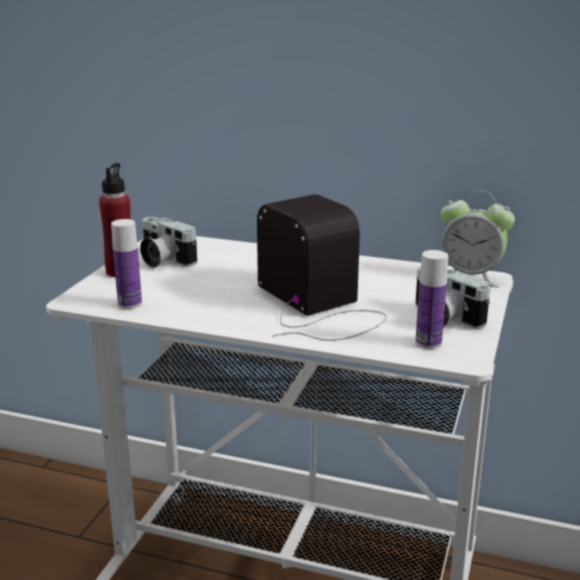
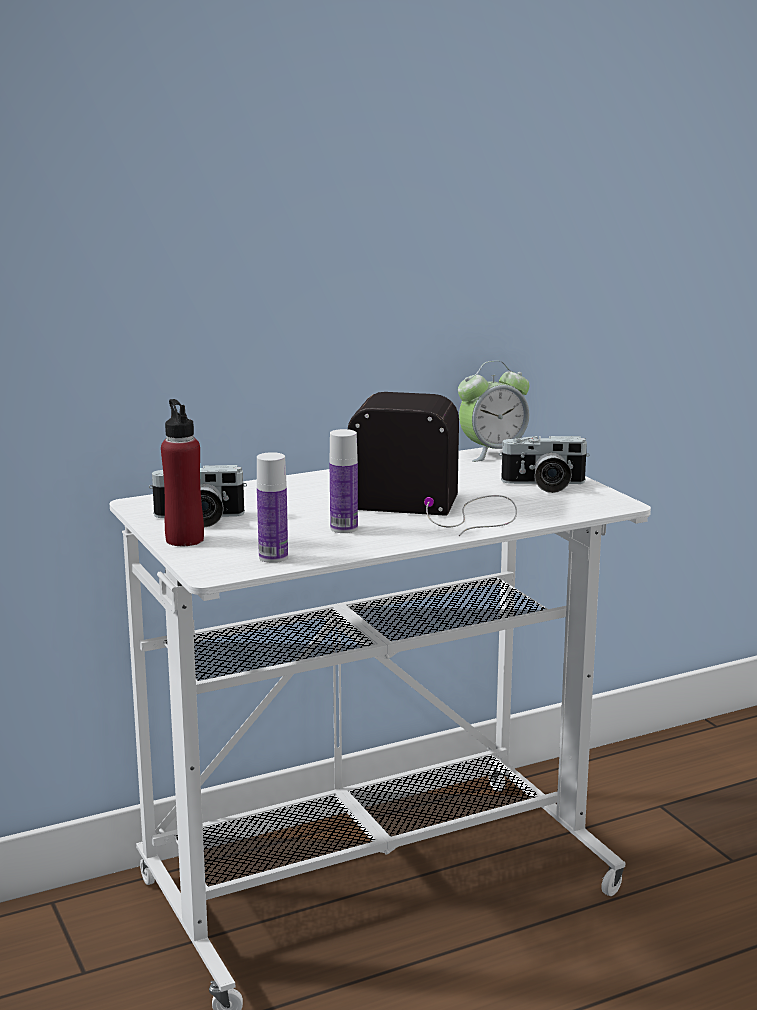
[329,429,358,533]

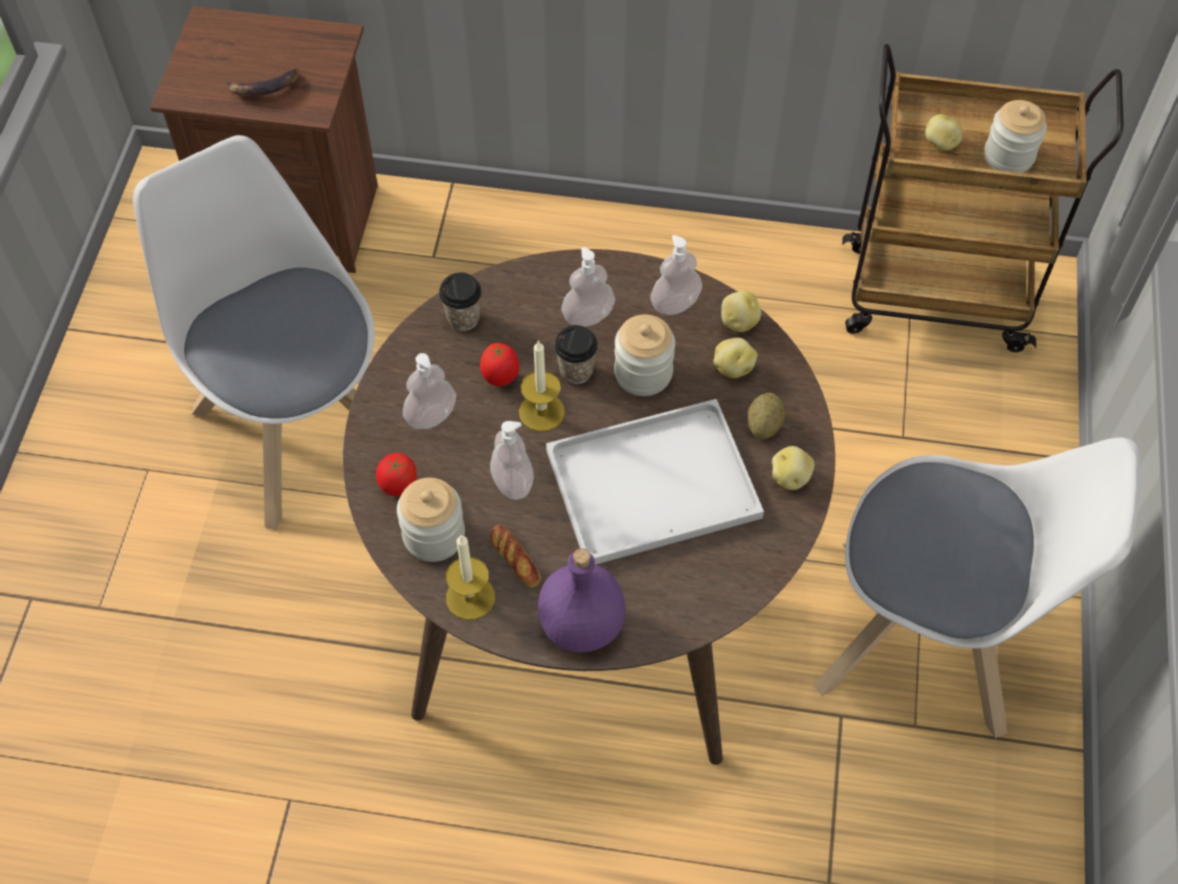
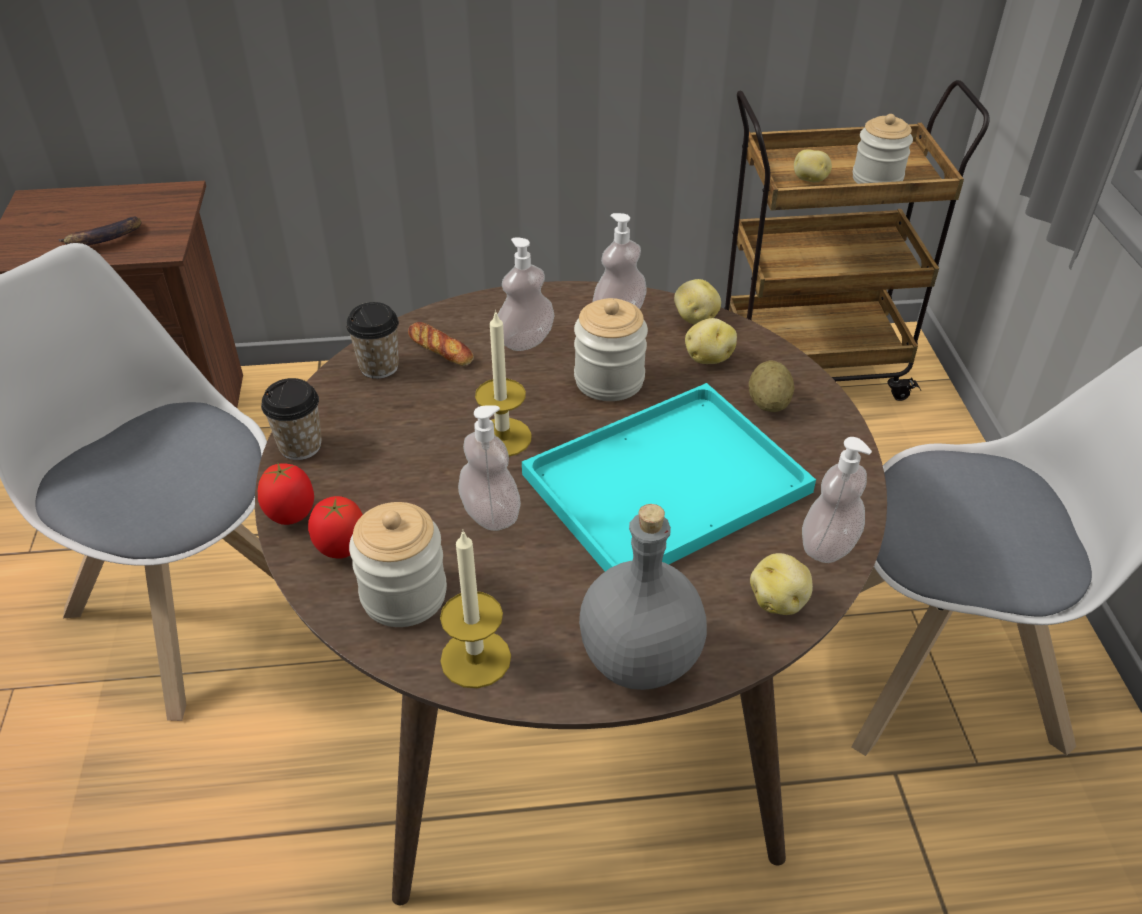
[802,437,872,563]
[258,463,314,525]
[408,322,474,366]
[579,504,707,690]
[522,383,816,571]
[261,378,322,460]
[750,553,813,615]

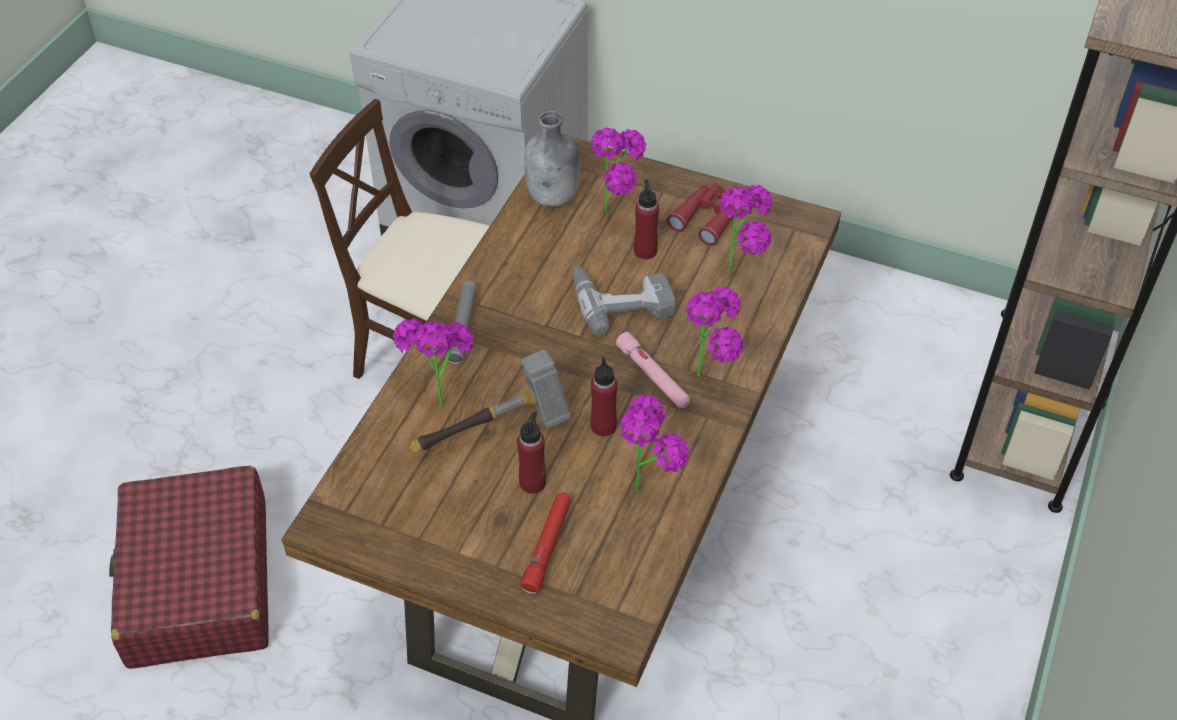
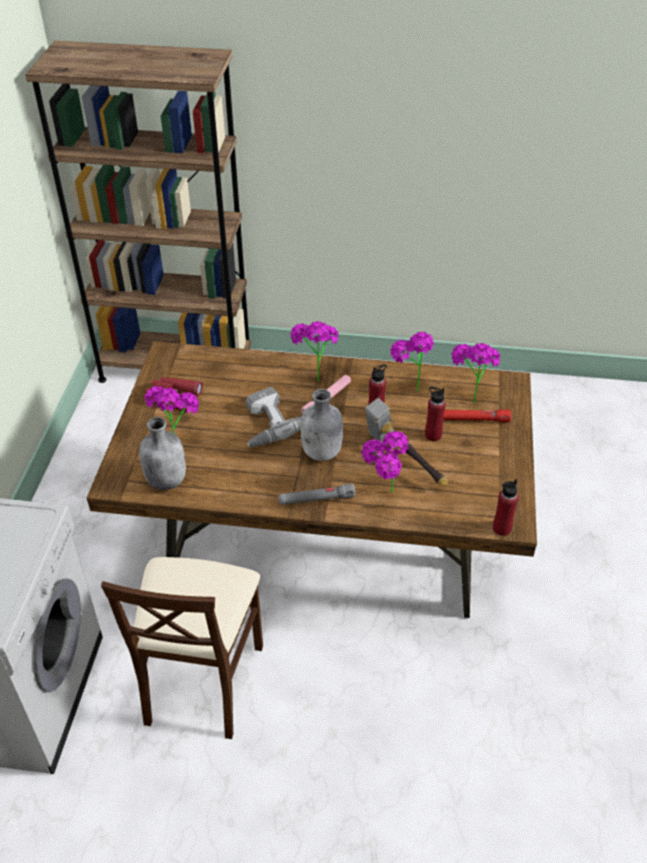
[109,466,269,669] (first image)
[493,479,518,536]
[451,343,501,404]
[301,389,343,461]

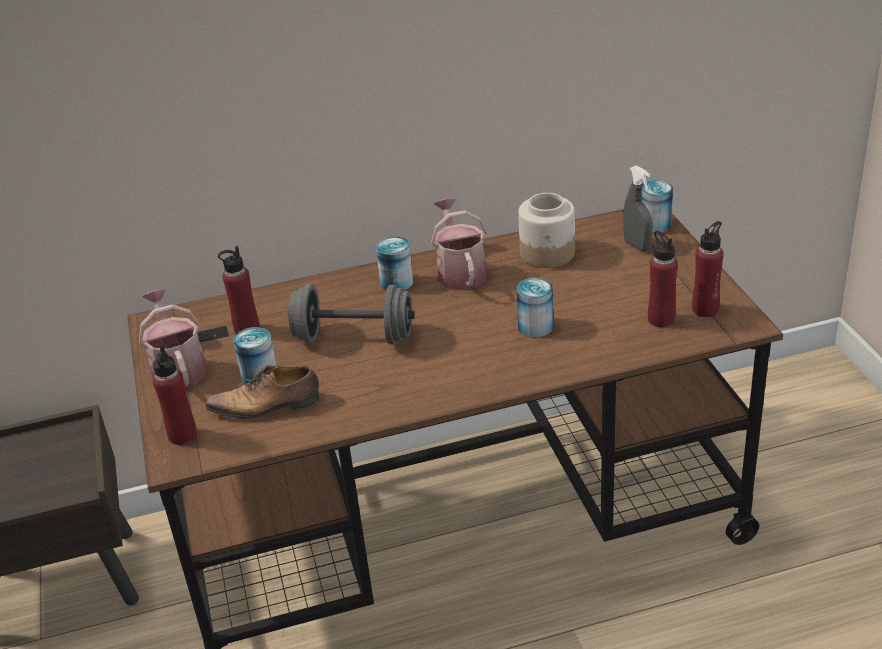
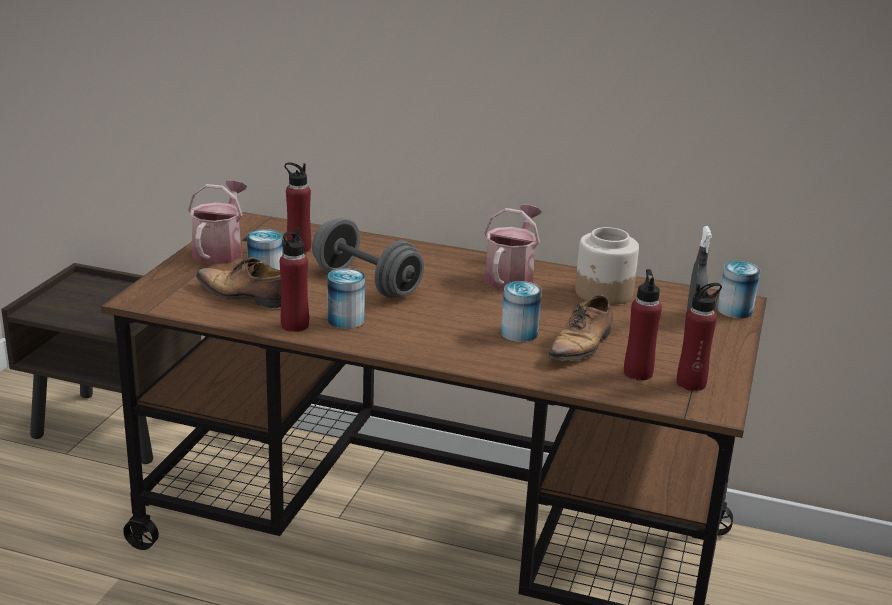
[280,228,309,332]
[327,268,365,329]
[548,295,613,361]

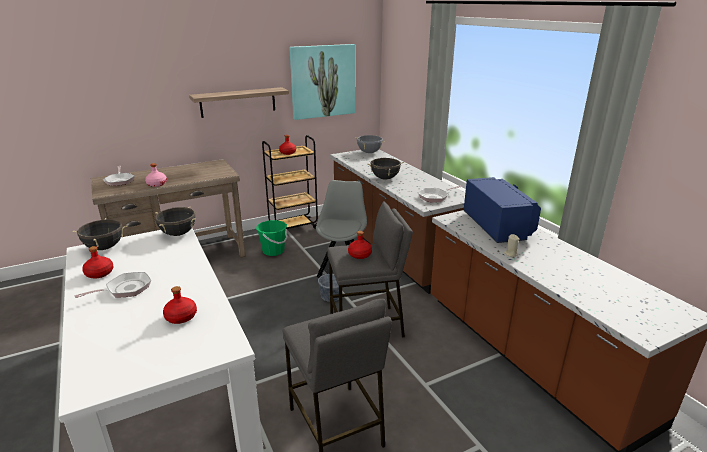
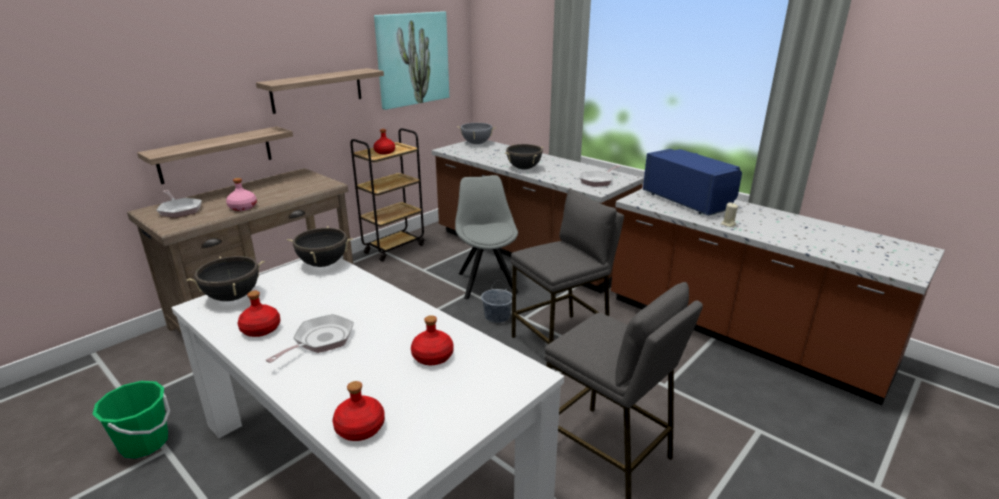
[93,381,170,458]
[333,381,385,441]
[137,126,293,184]

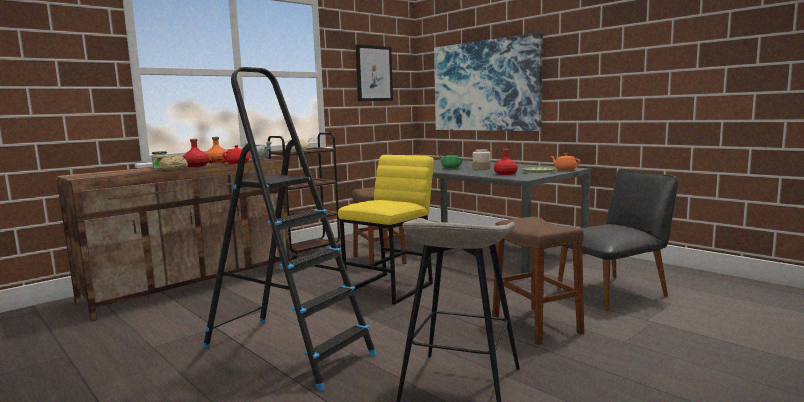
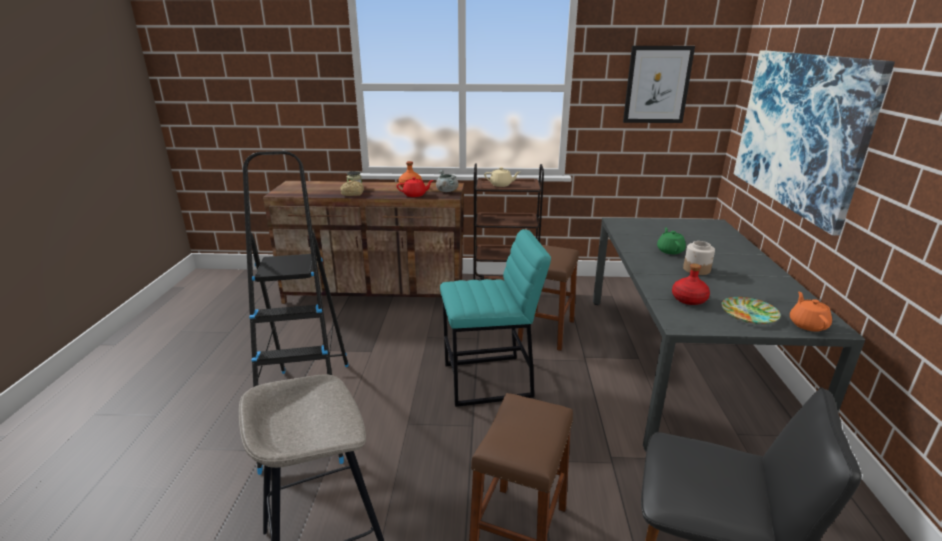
[182,139,209,167] (first image)
[440,229,551,407]

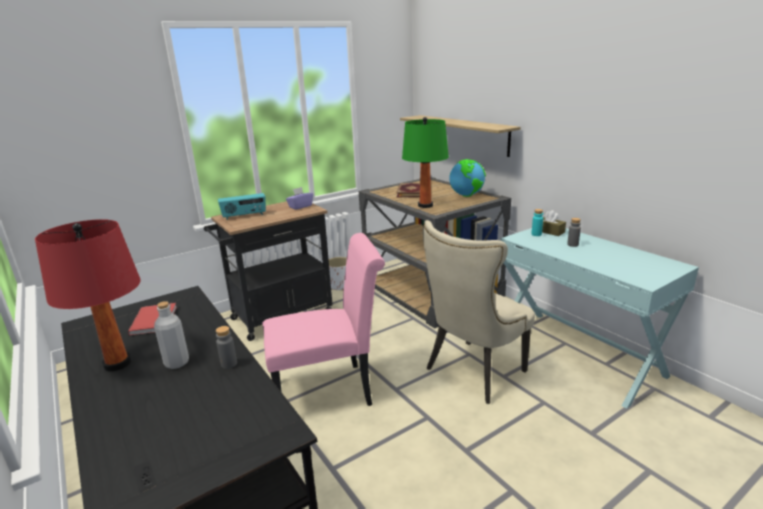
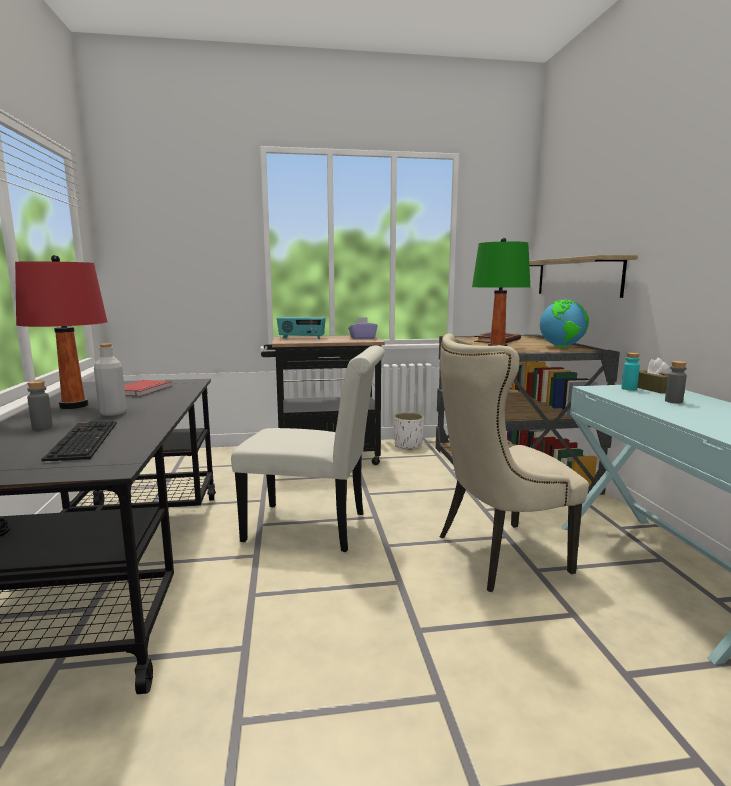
[27,381,53,429]
[231,346,385,552]
[41,420,117,463]

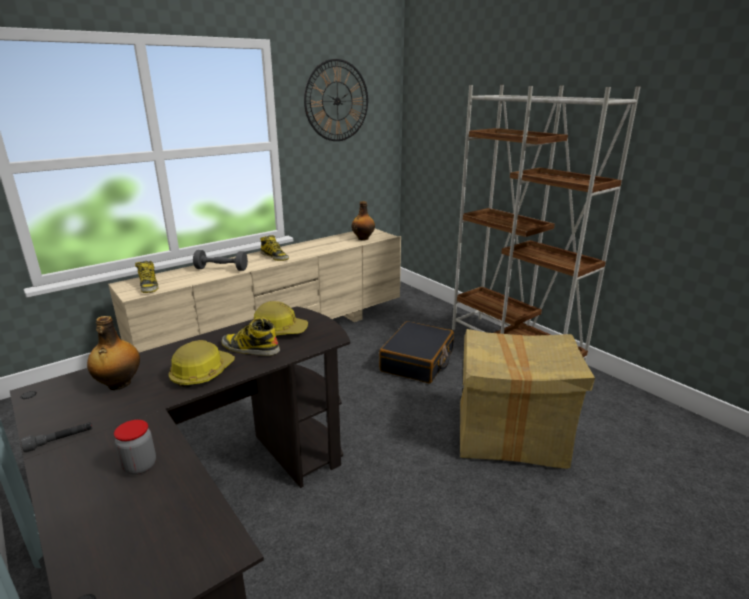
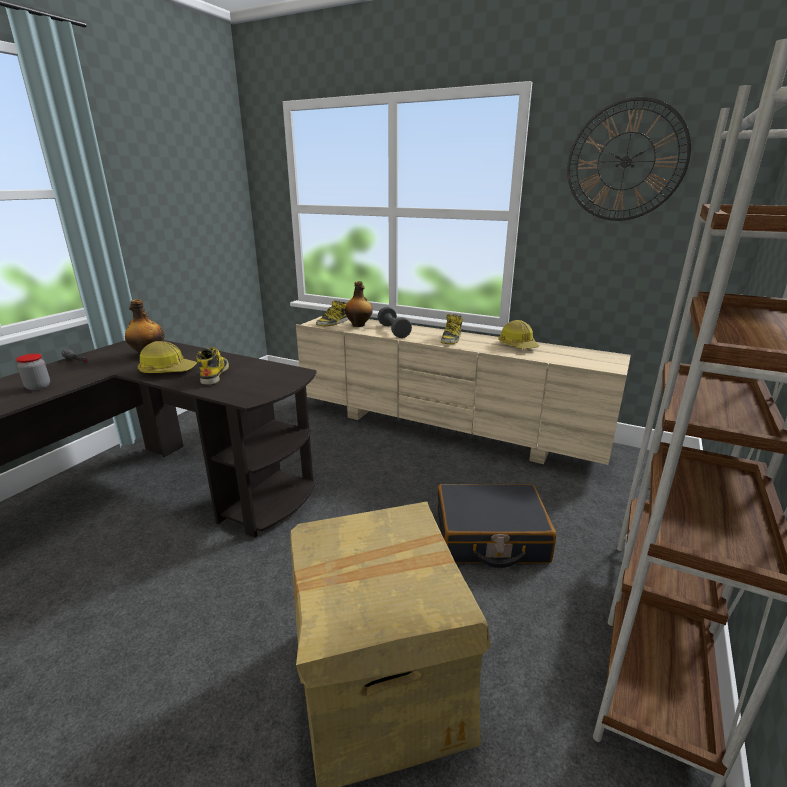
[498,320,539,349]
[345,281,373,327]

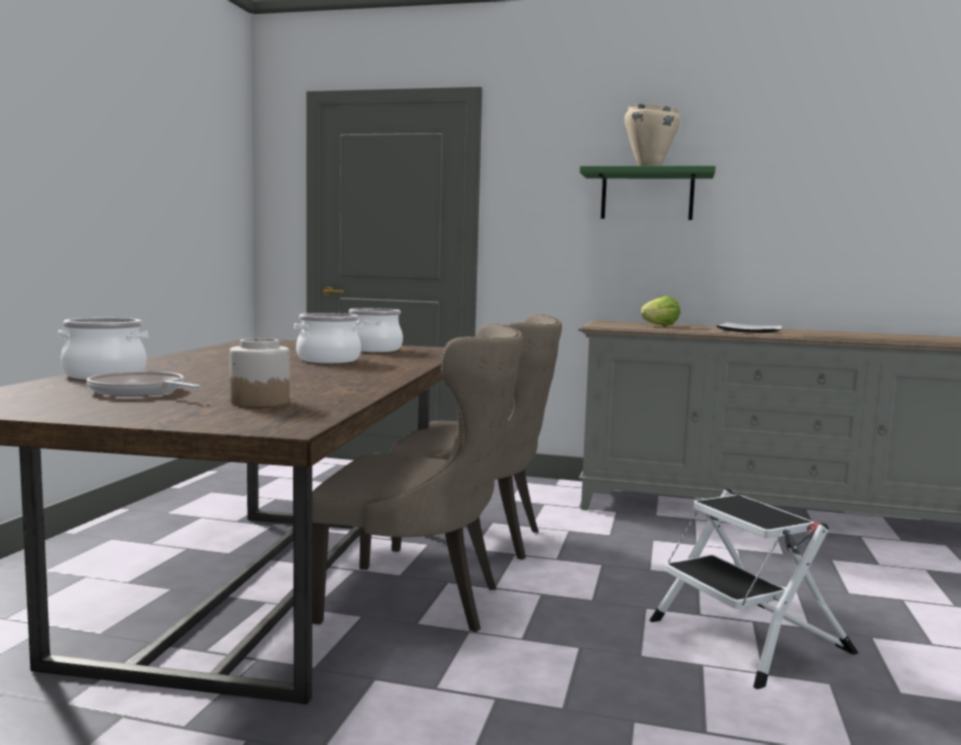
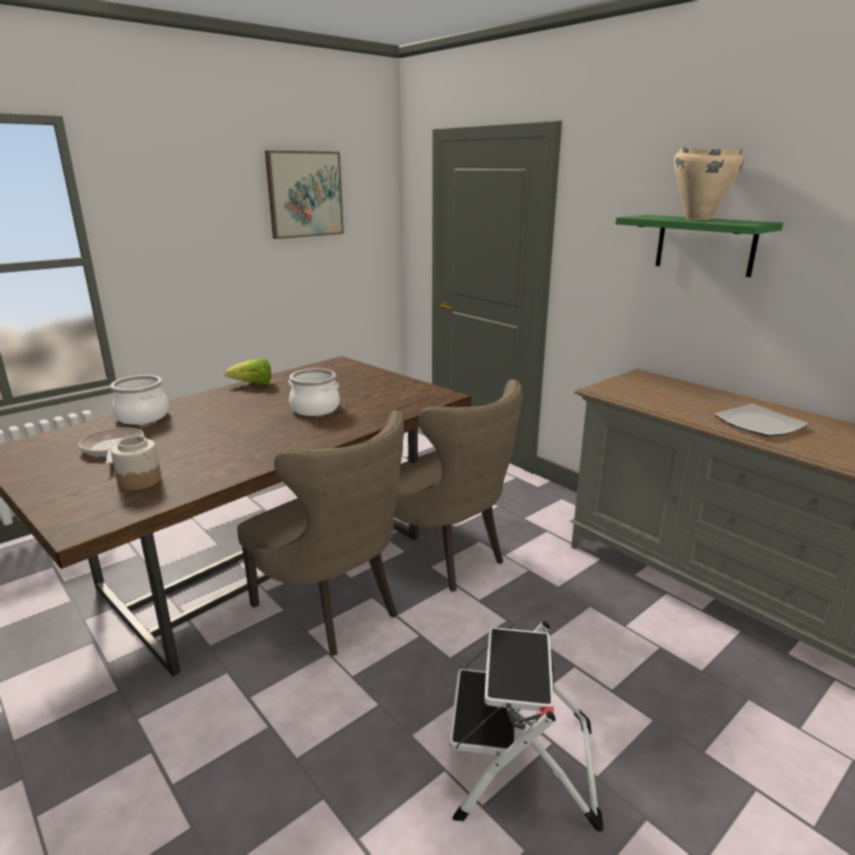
[349,308,403,352] (first image)
[224,358,271,385]
[265,150,344,239]

